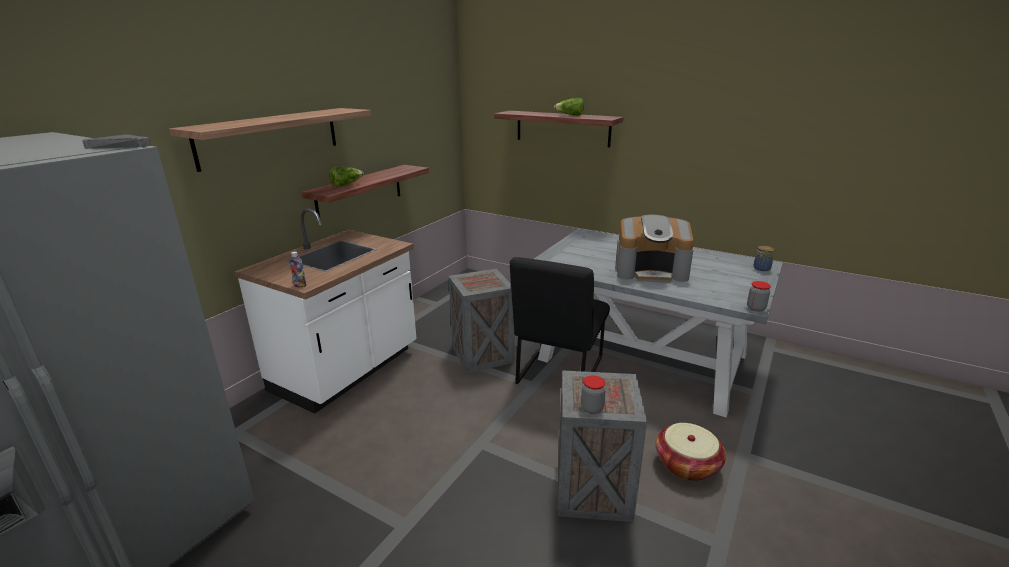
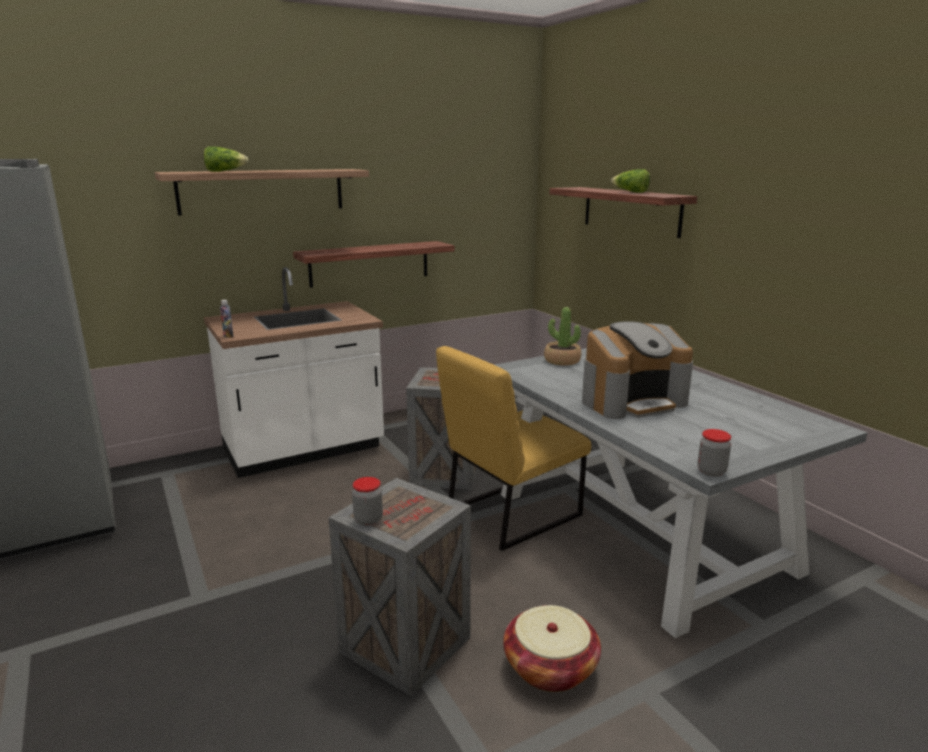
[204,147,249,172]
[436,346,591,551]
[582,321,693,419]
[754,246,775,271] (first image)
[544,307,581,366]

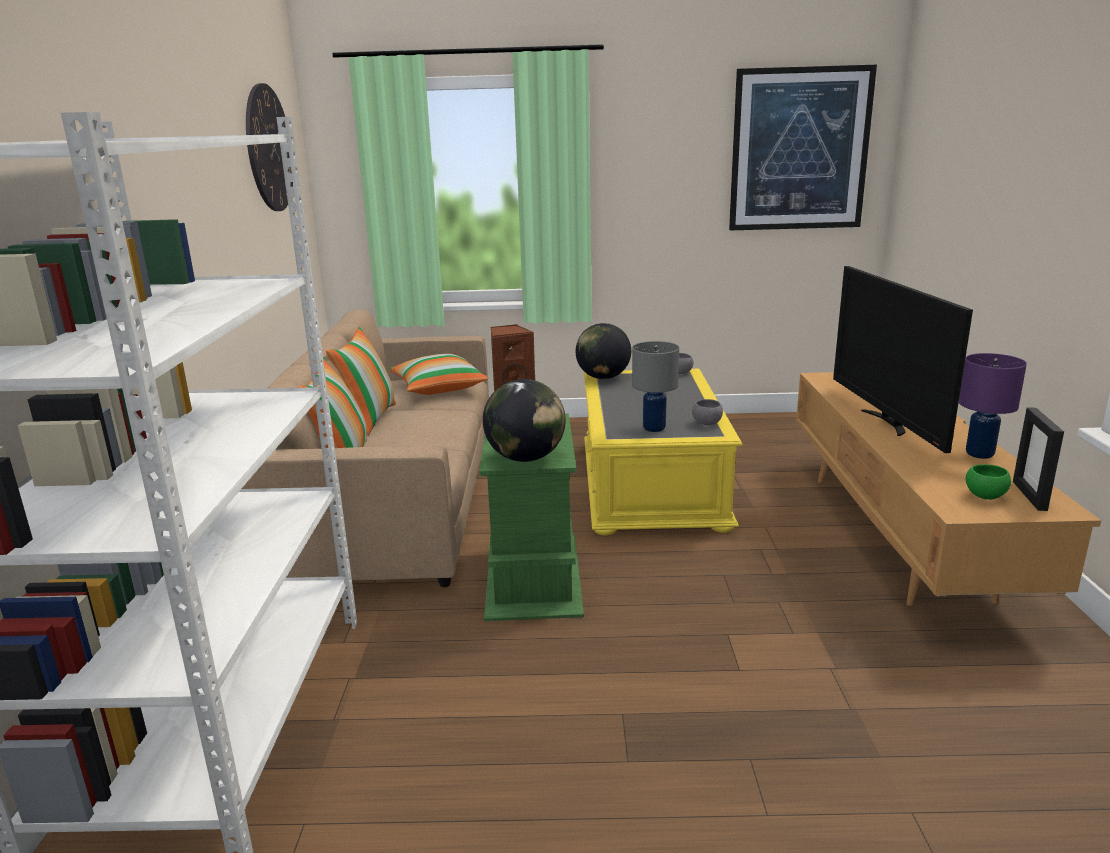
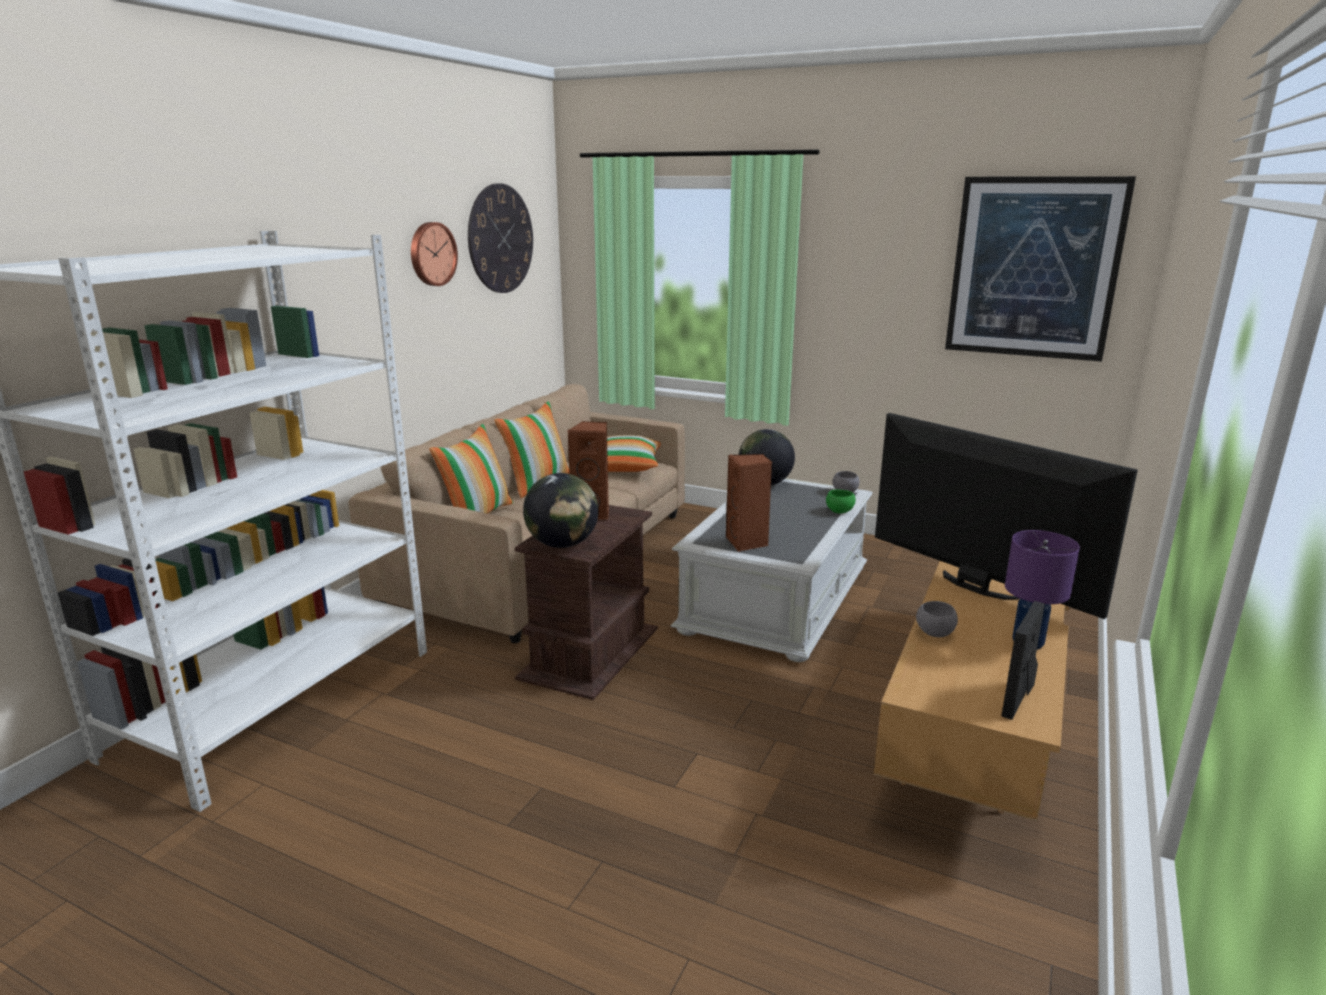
[515,505,658,700]
[671,478,873,662]
[726,454,772,552]
[916,601,958,637]
[875,413,1138,619]
[826,489,856,513]
[411,222,458,286]

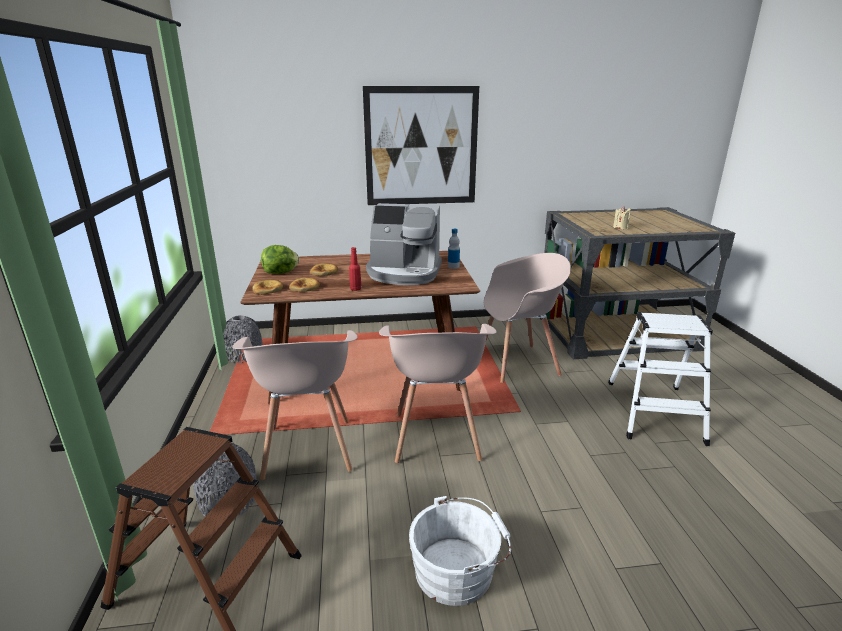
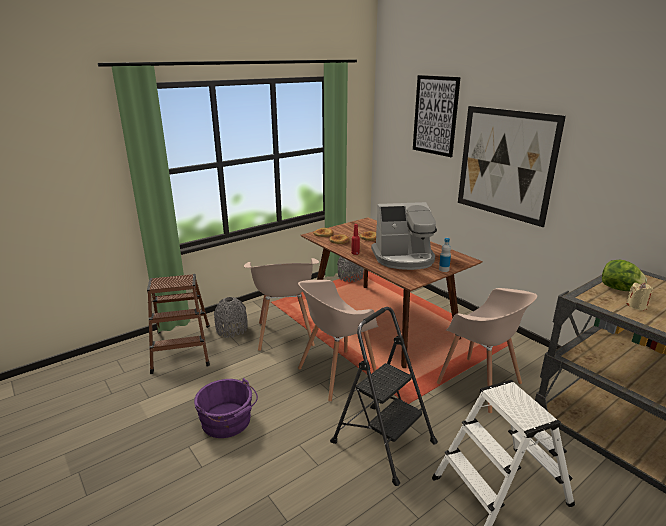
[244,258,319,351]
[602,260,647,291]
[371,202,437,270]
[194,378,258,438]
[330,307,438,486]
[413,75,461,157]

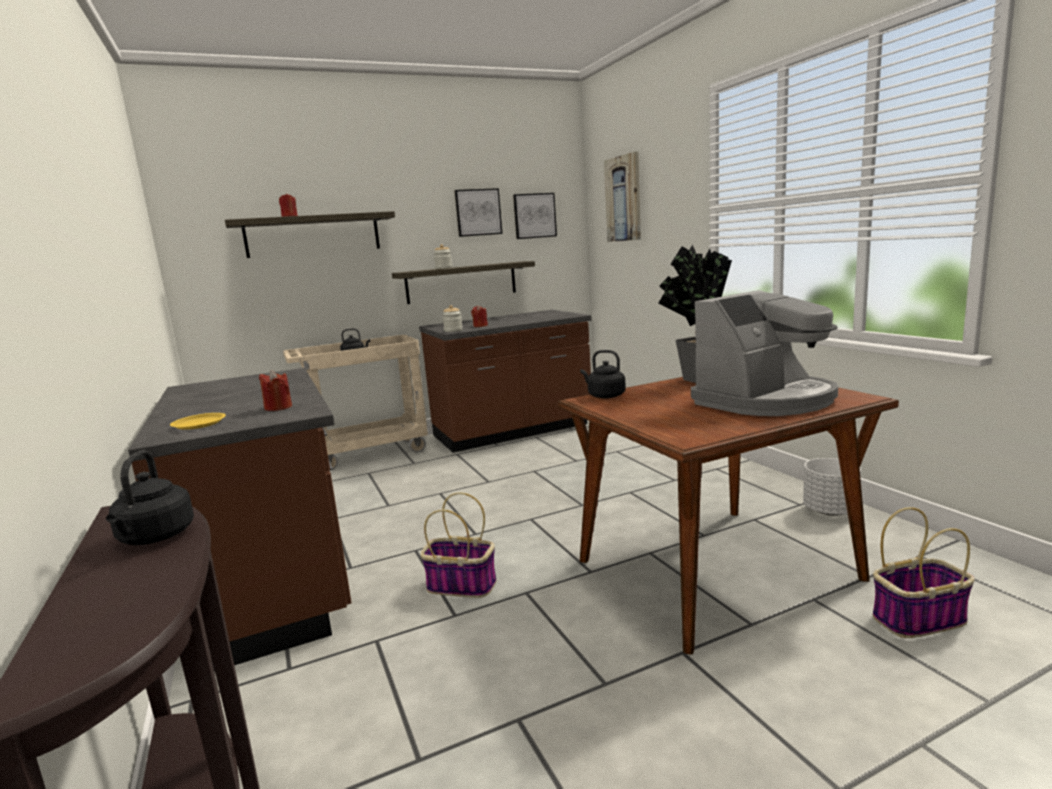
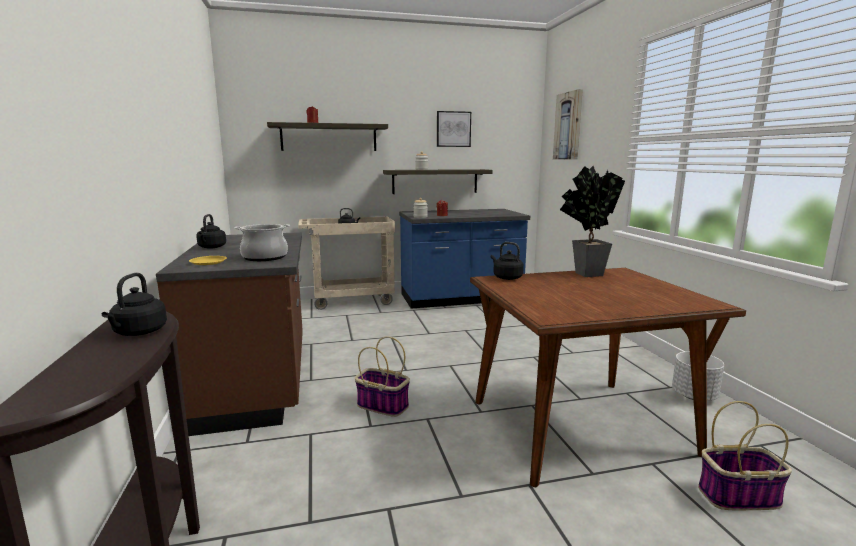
[234,224,290,261]
[399,209,530,309]
[513,193,557,239] (first image)
[691,290,838,416] (first image)
[196,214,226,249]

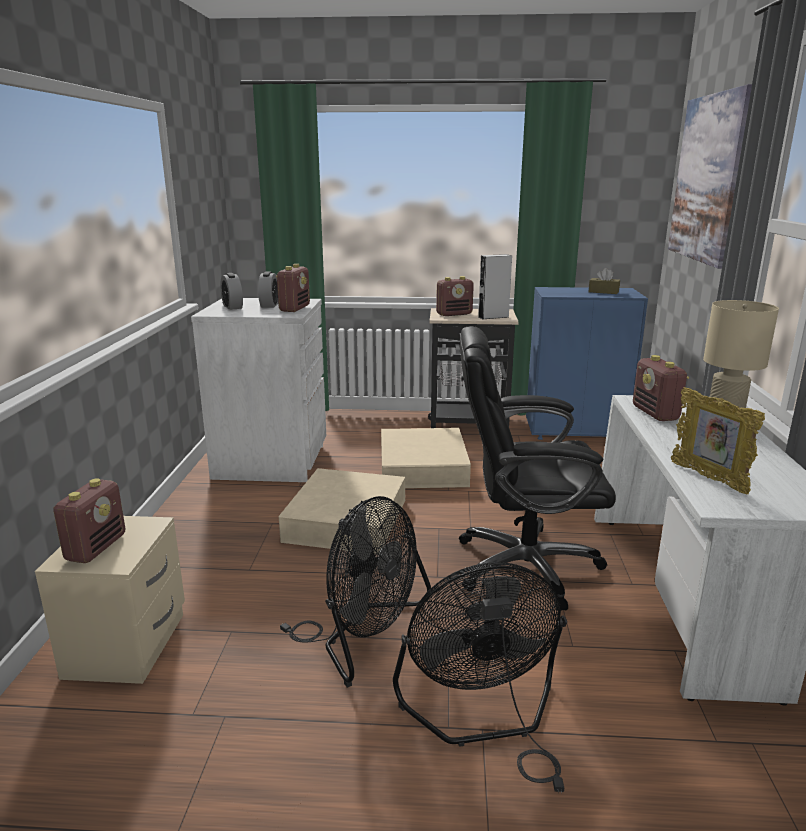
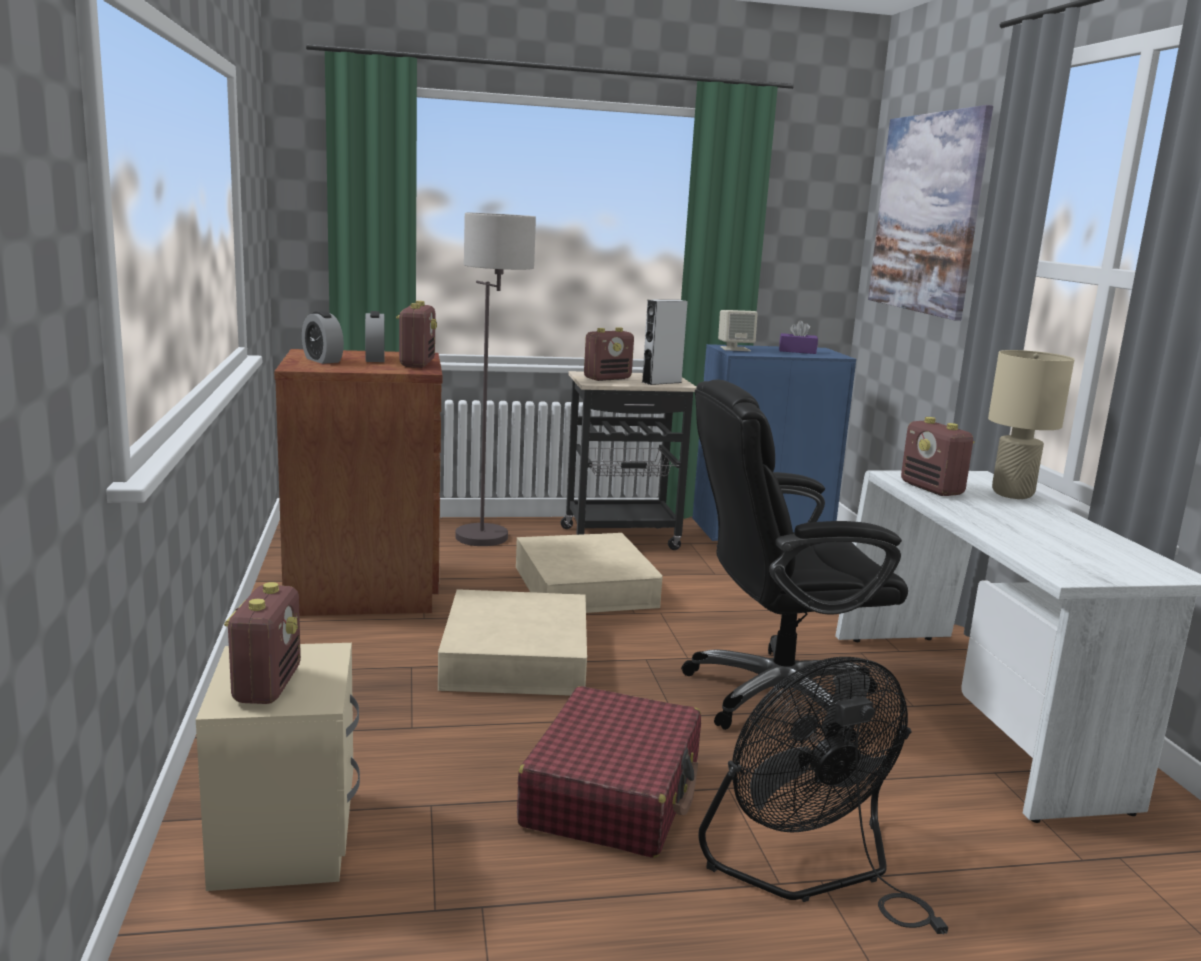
[274,349,443,616]
[517,686,701,858]
[779,320,818,354]
[671,387,765,495] (first image)
[456,213,536,546]
[718,310,758,351]

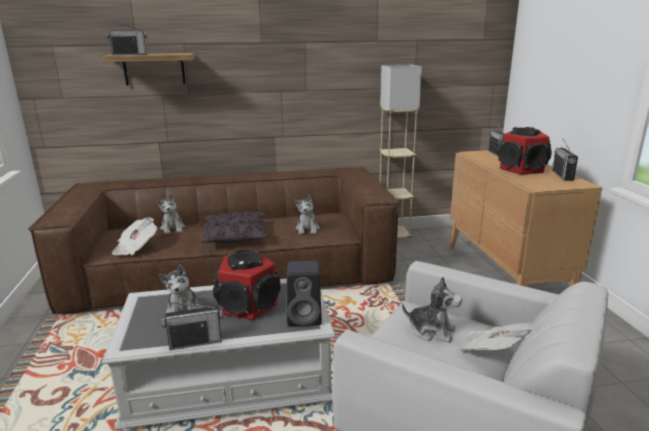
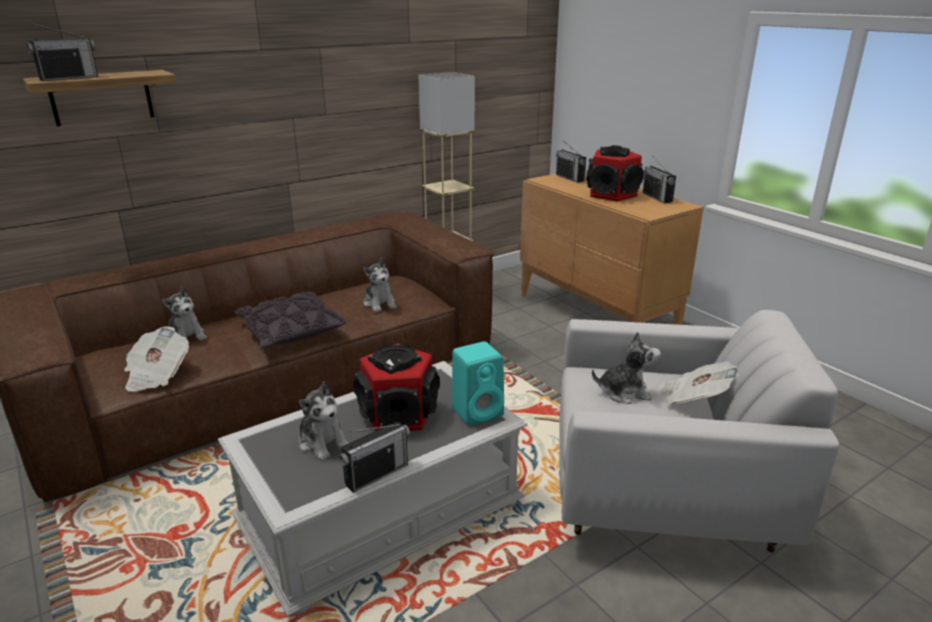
[452,341,504,426]

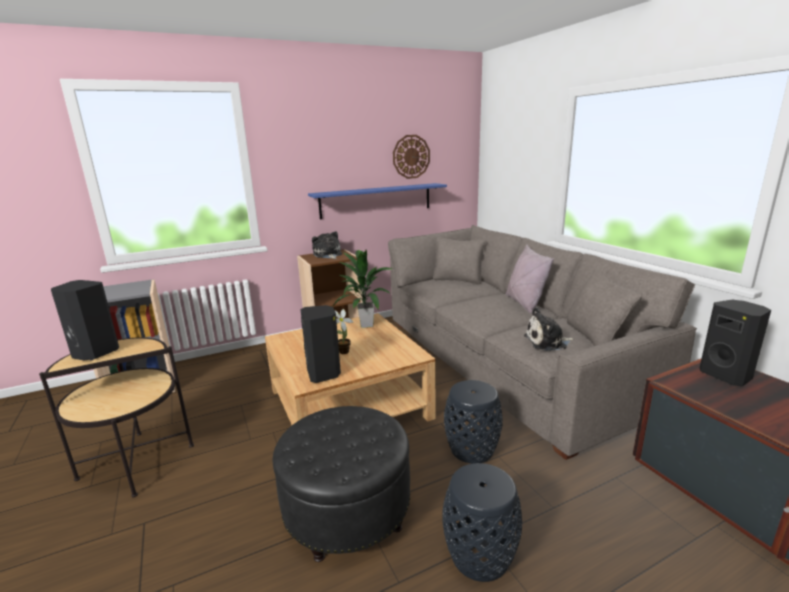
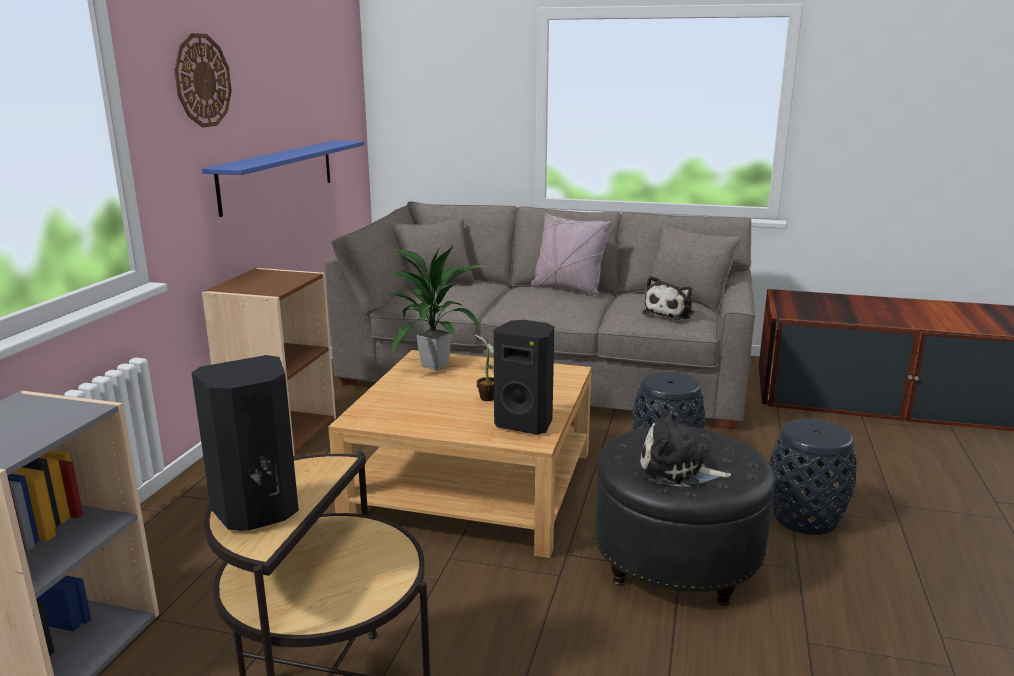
[639,407,731,487]
[174,33,232,128]
[700,300,771,386] (first image)

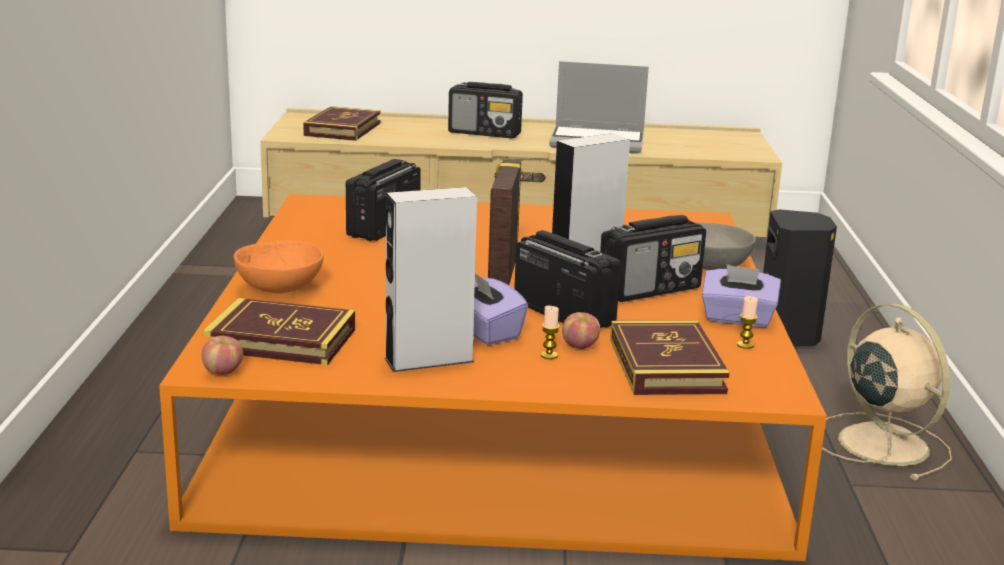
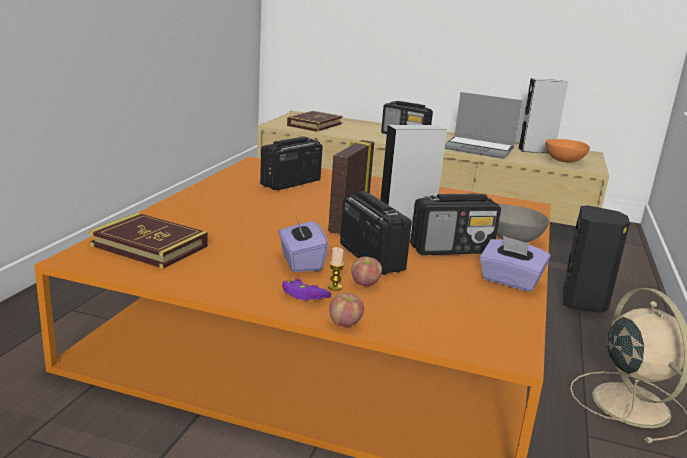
[329,292,364,327]
[545,139,590,162]
[518,78,568,153]
[610,320,730,395] (first image)
[737,296,758,349] (first image)
[282,279,331,300]

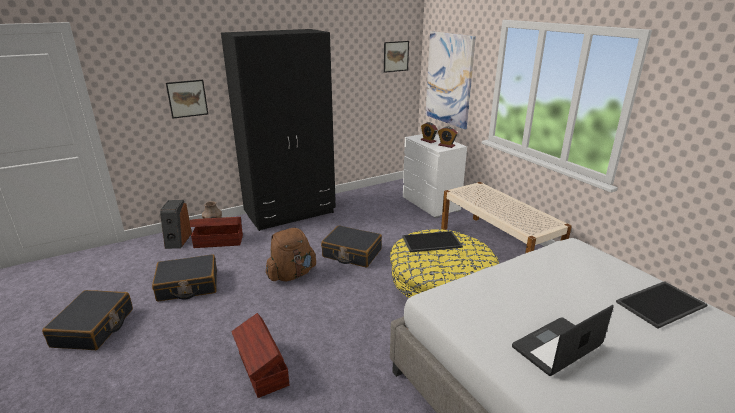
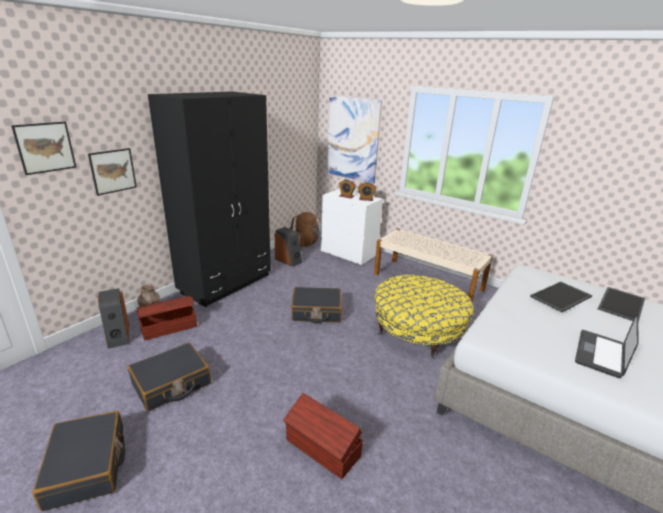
[290,212,319,247]
[11,122,76,175]
[530,282,593,312]
[275,227,302,267]

